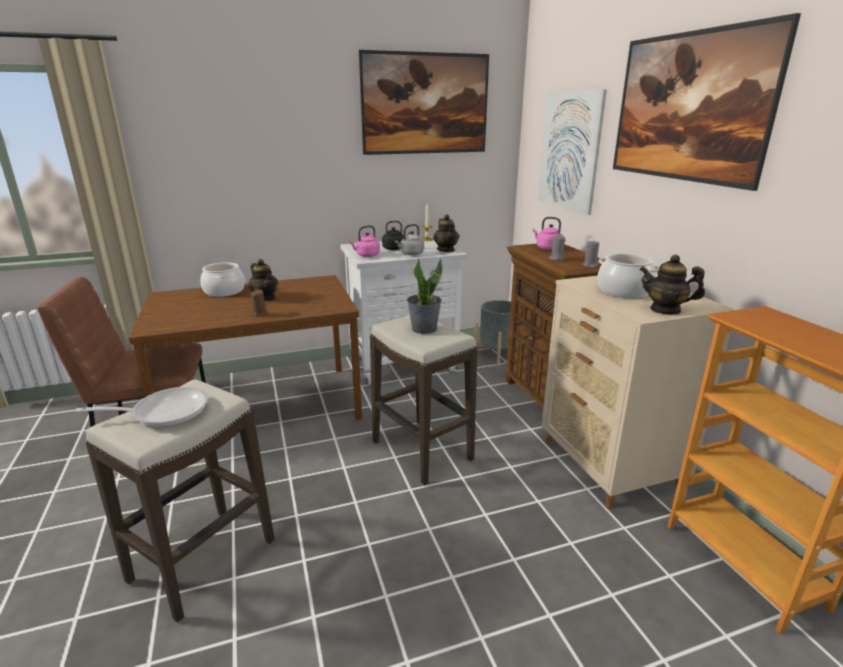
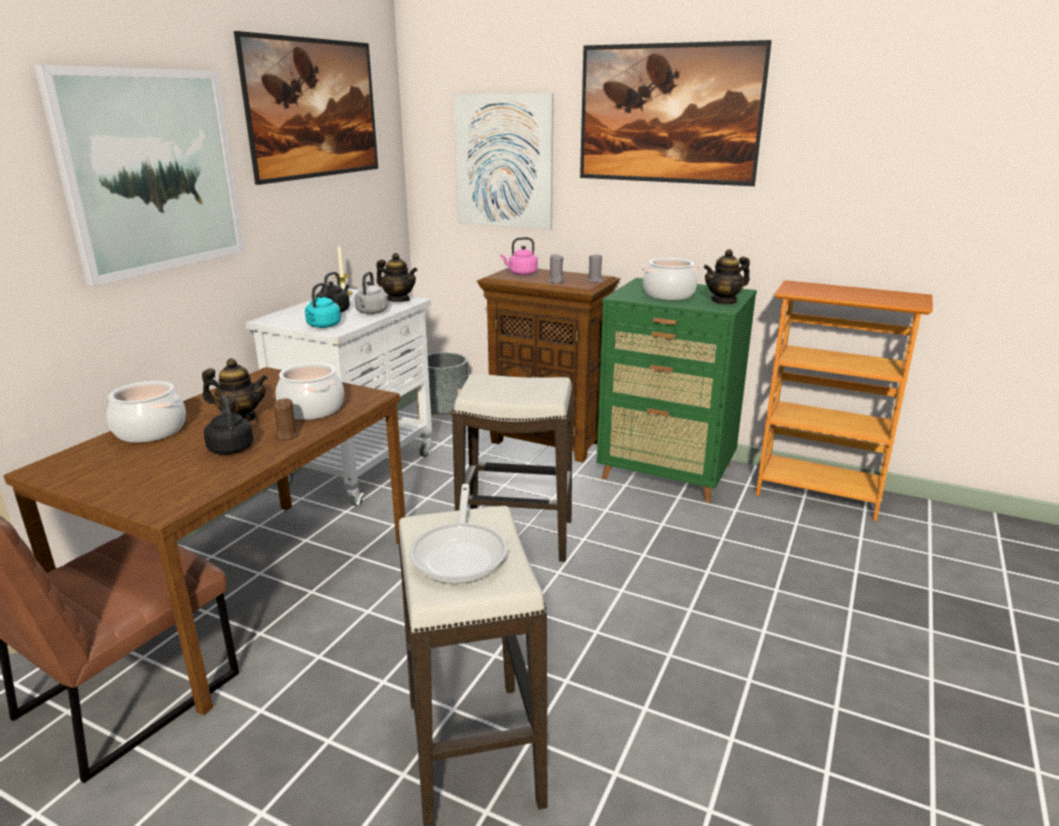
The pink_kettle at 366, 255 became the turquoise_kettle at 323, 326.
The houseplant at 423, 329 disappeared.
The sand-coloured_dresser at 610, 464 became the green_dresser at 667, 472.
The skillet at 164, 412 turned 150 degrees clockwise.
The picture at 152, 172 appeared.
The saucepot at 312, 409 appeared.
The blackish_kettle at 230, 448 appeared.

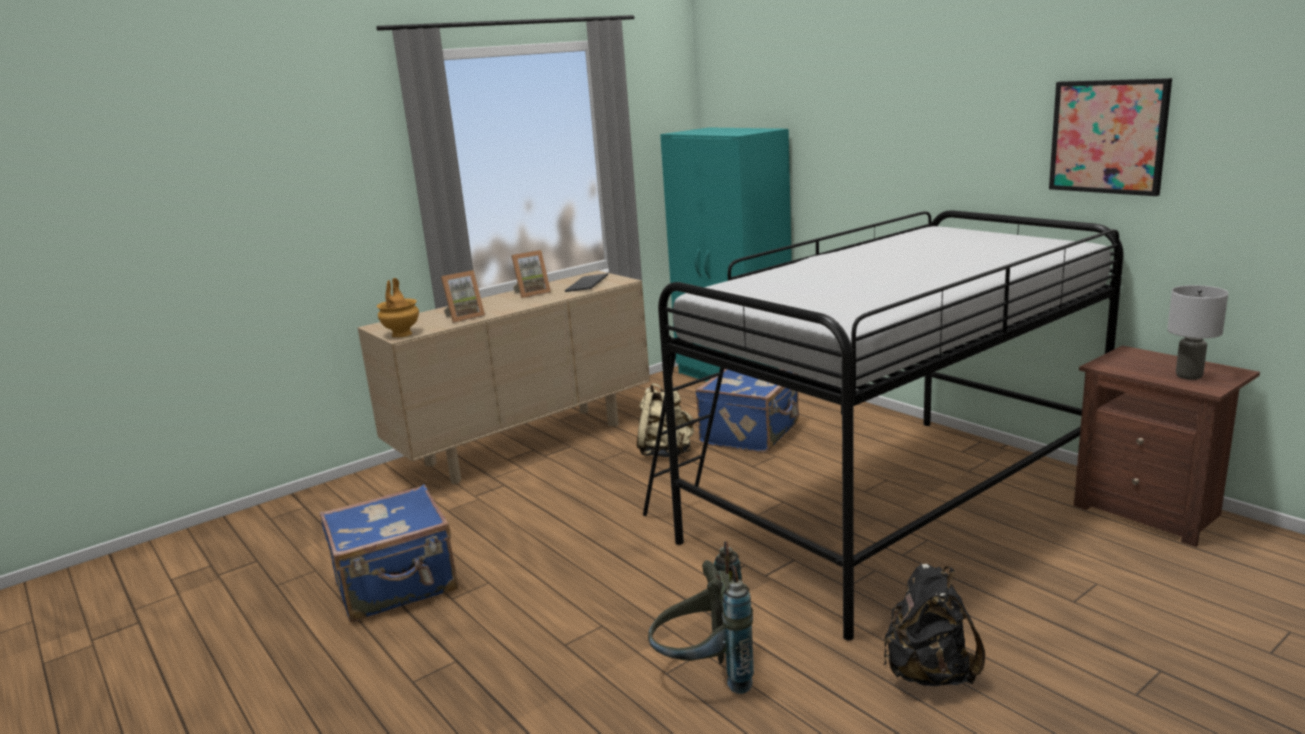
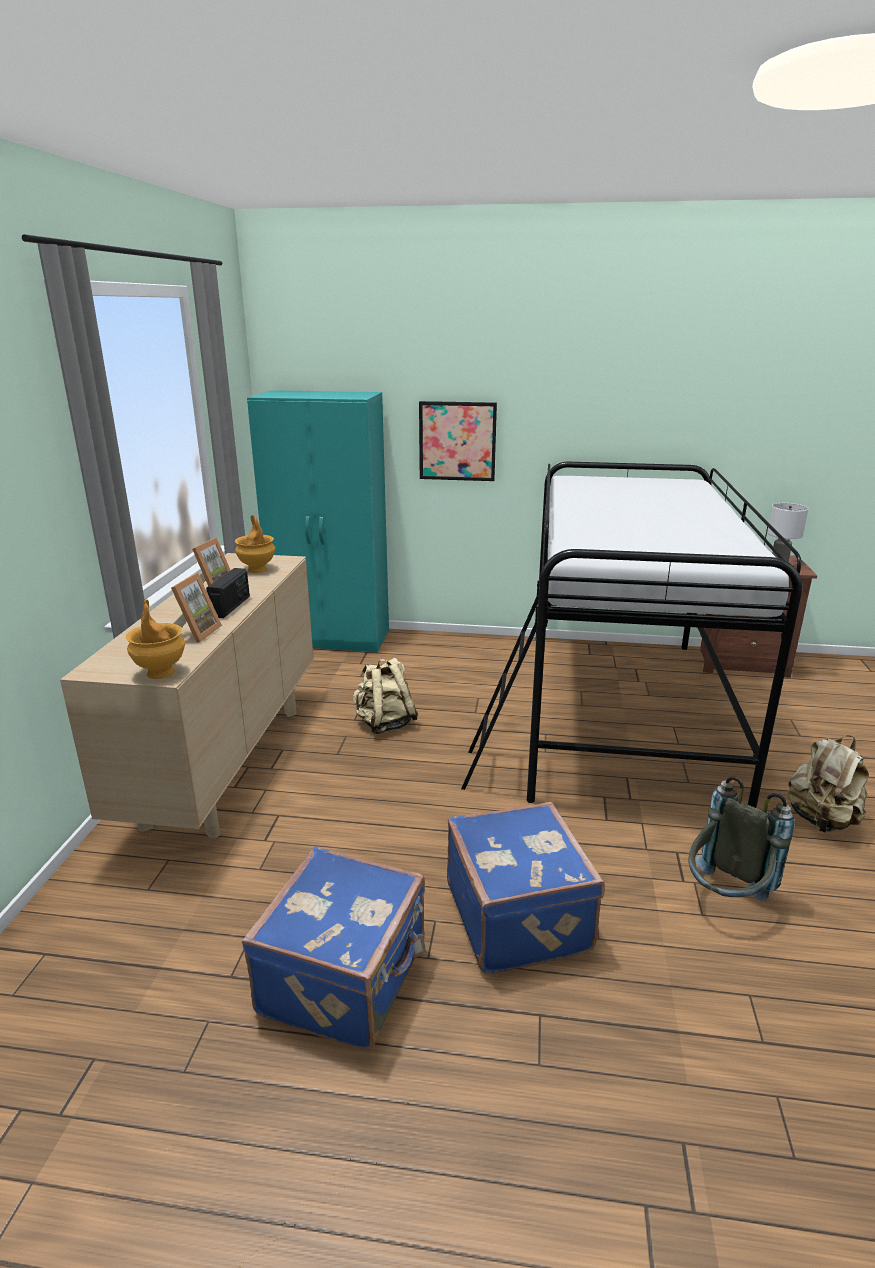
The picture moved from 1108, 136 to 457, 441.
The PC_keyboard at 588, 284 was replaced by the brownish_flower_vase at 257, 569.
The blue-coloured_piece_of_luggage moved from 751, 434 to 519, 916.
The blackish_rucksack at 929, 673 became the sand-coloured_rucksack at 821, 820.
The radio_receiver at 231, 607 appeared.

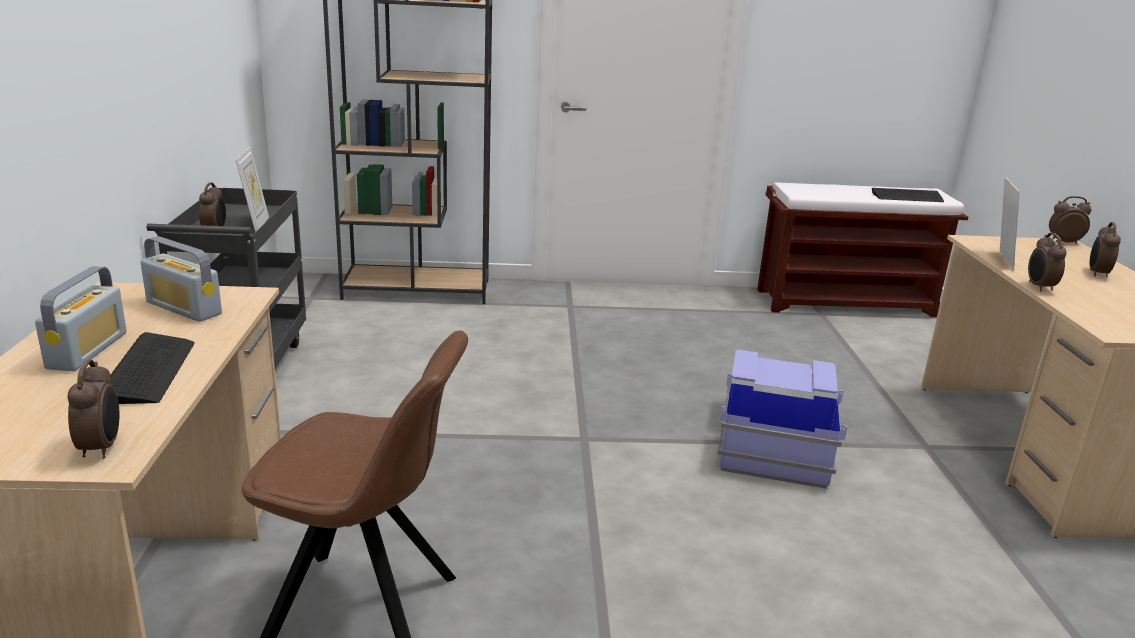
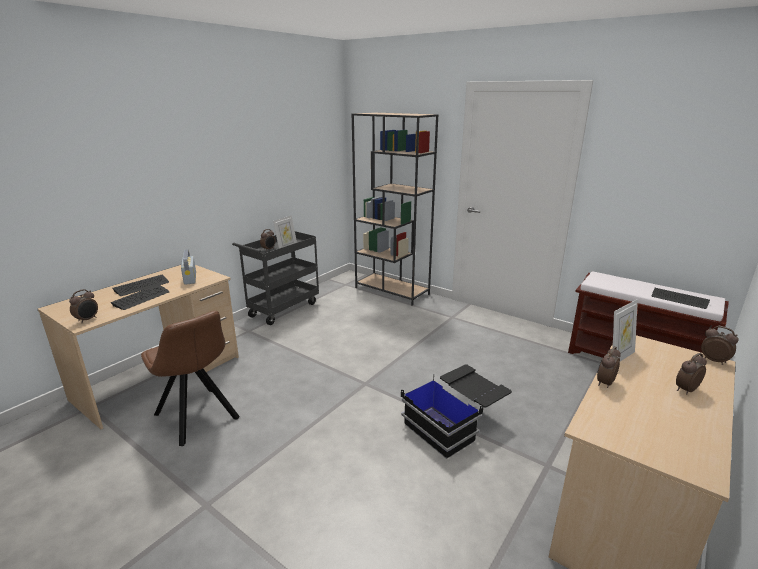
The radio_receiver at 88, 350 was replaced by the PC_keyboard at 142, 286.
The blue-coloured_storage_box at 775, 442 became the blackish_storage_box at 455, 423.

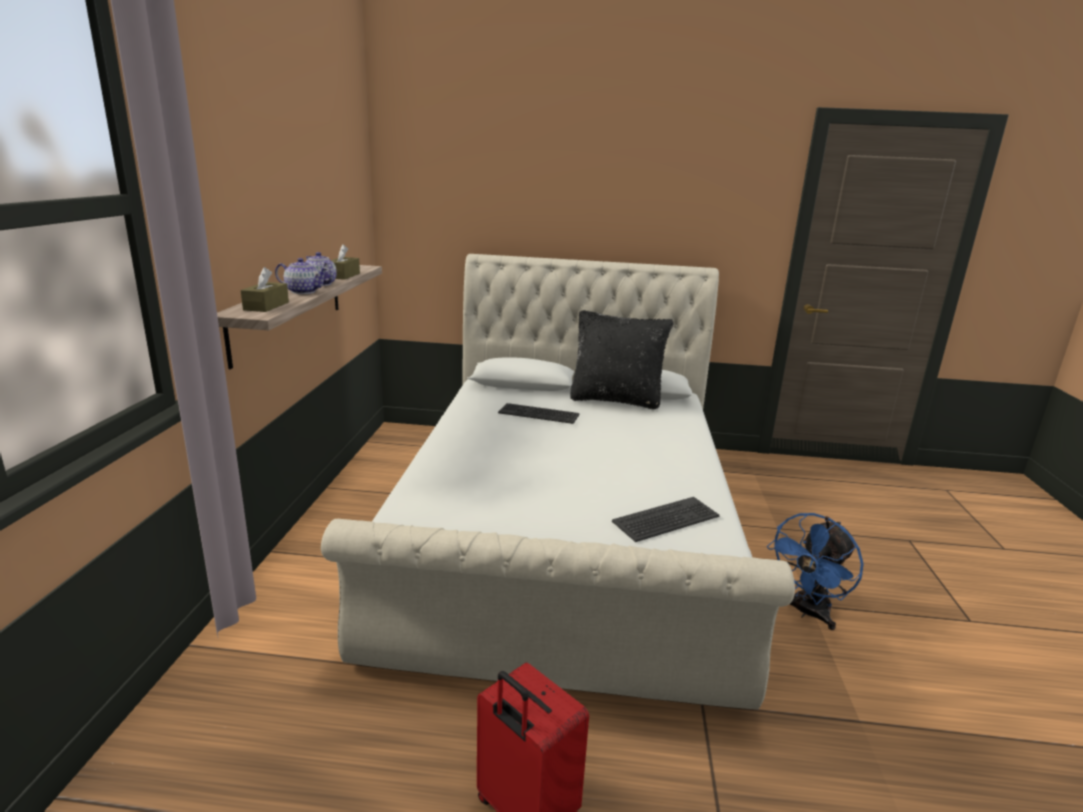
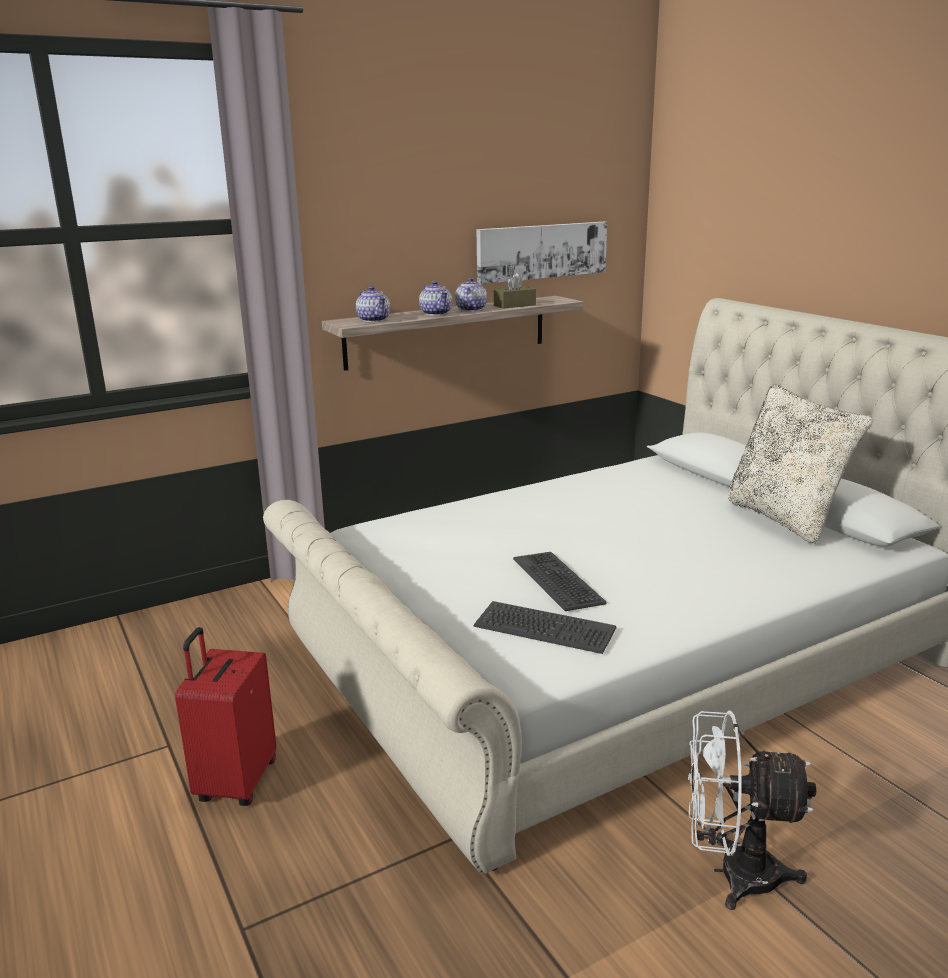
The brownish_tissue_box at 266, 306 was replaced by the teapot at 374, 320.
The blackish_cushion at 616, 402 became the sand-coloured_cushion at 784, 521.
The PC_keyboard moved from 539, 414 to 558, 581.
The blue-coloured_cooling_fan at 806, 613 became the whitish_cooling_fan at 732, 873.
The picture at 542, 251 appeared.

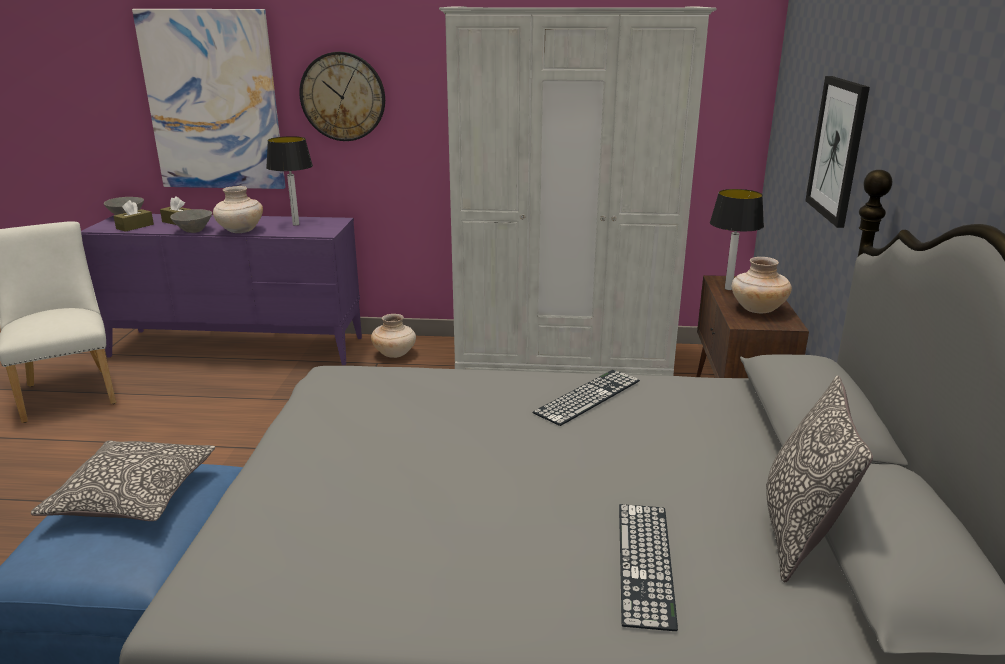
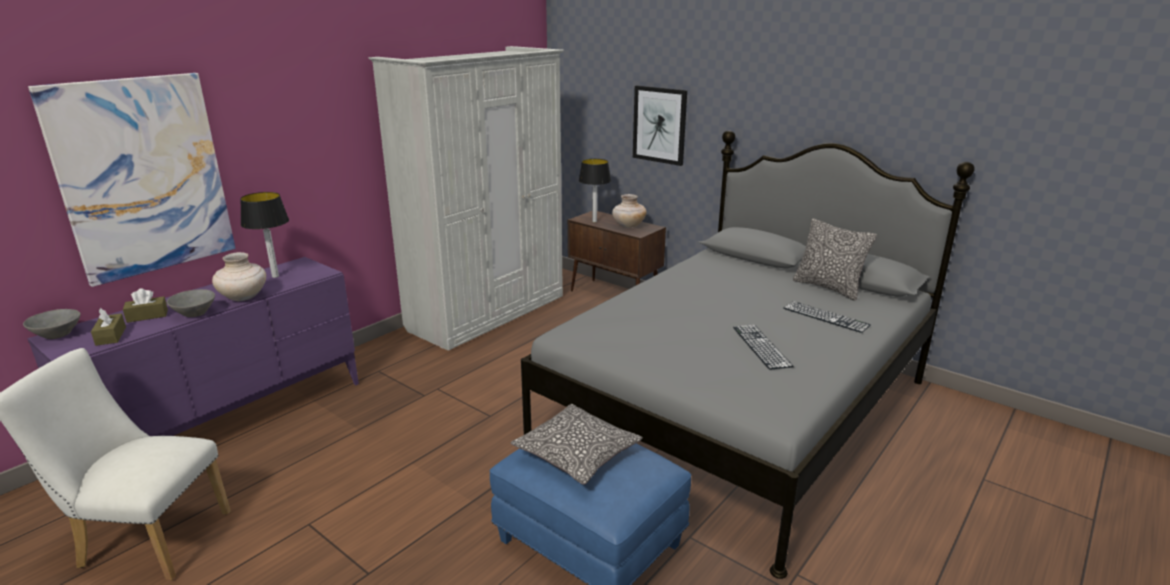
The hanging_clock at 343, 97 disappeared.
The sand-coloured_flower_vase at 395, 354 disappeared.
The PC_keyboard moved from 588, 396 to 761, 346.

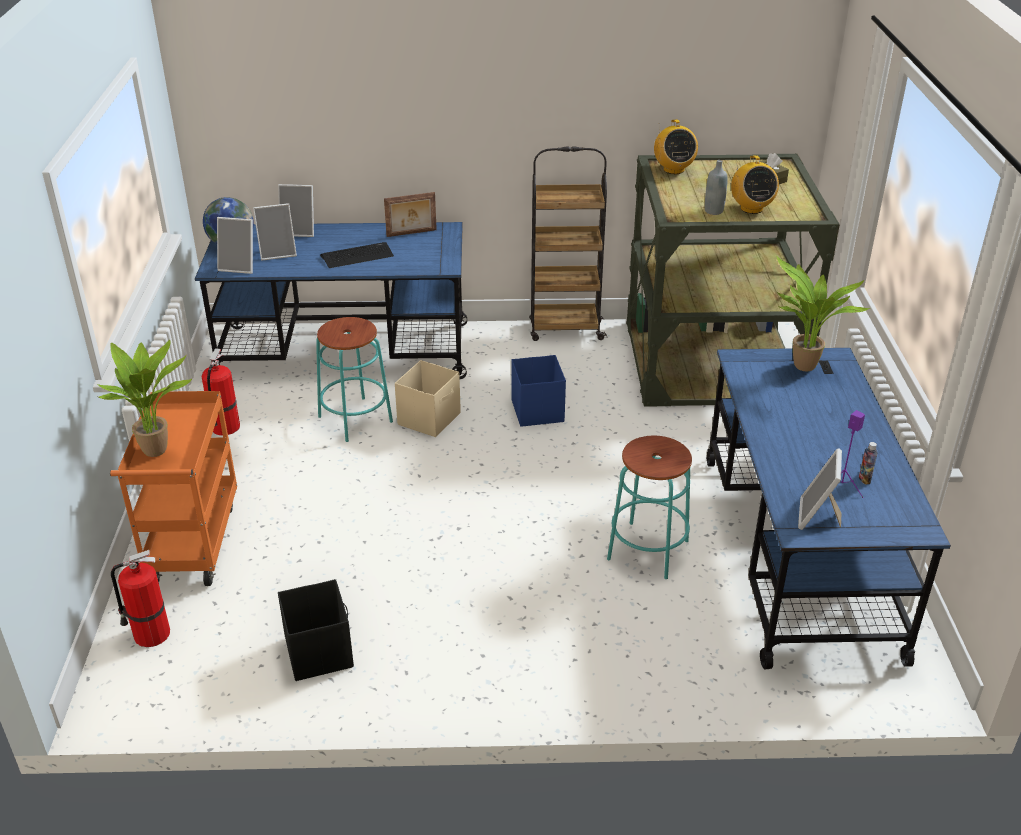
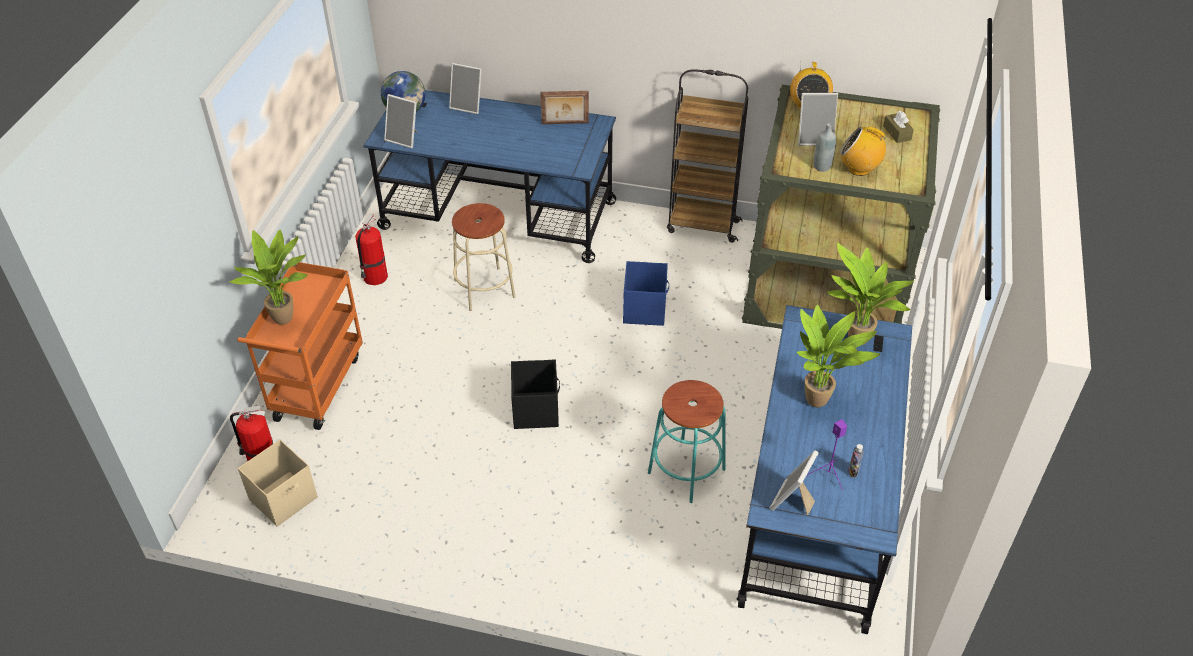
The radio_receiver at 751, 208 turned 105 degrees clockwise.
The standing_frame moved from 278, 253 to 814, 138.
The PC_keyboard at 357, 256 disappeared.
The turquoise_sitting_stool at 355, 419 became the sand-coloured_sitting_stool at 484, 289.
The sand-coloured_storage_box moved from 430, 418 to 284, 498.
The blackish_storage_box moved from 319, 651 to 536, 410.
The houseplant at 820, 400 appeared.

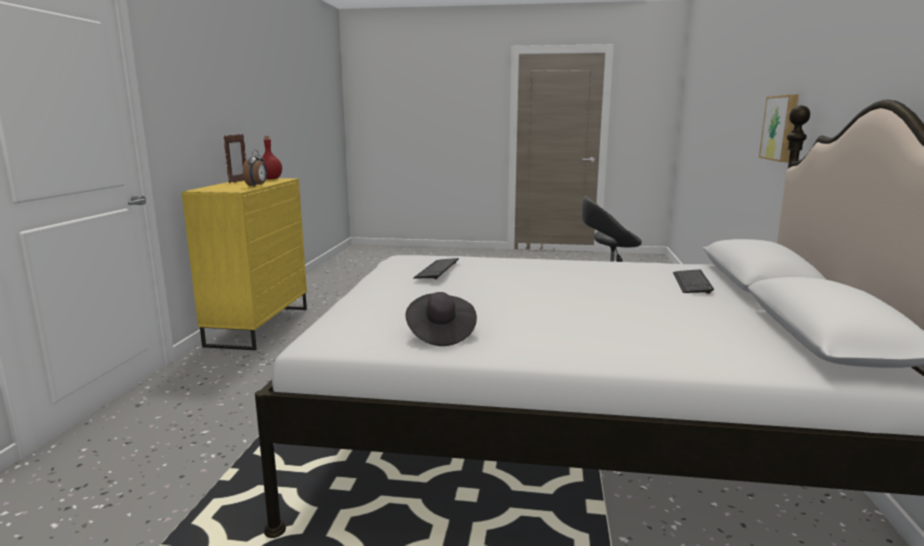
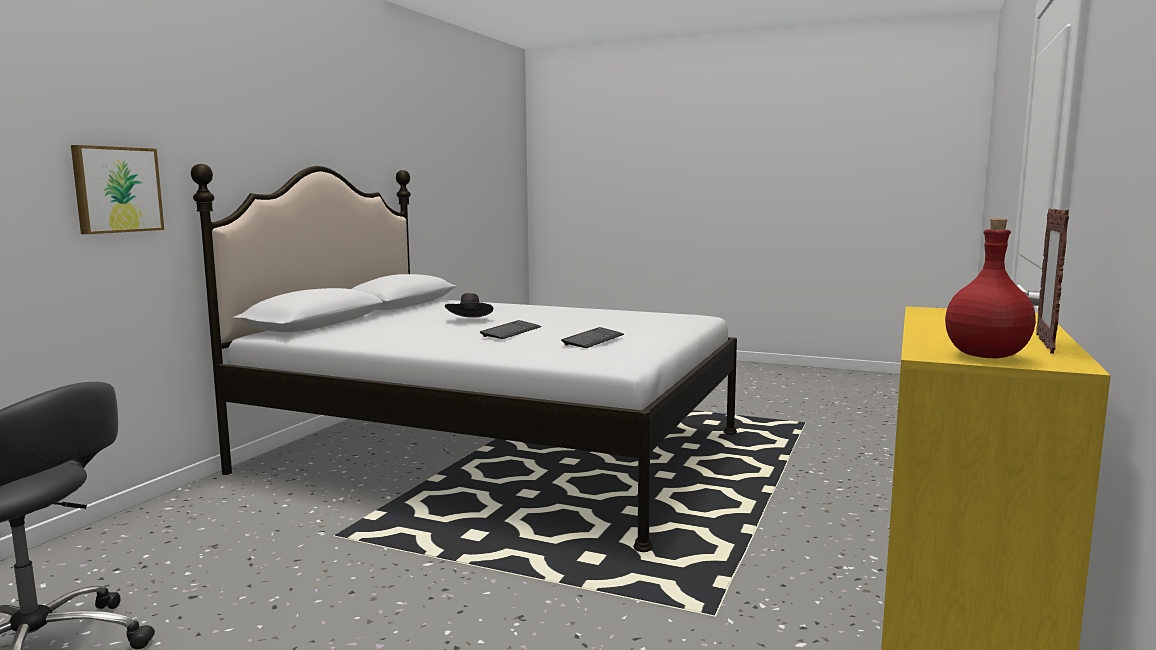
The alarm_clock at 257, 186 disappeared.
The PC_keyboard moved from 692, 283 to 511, 331.
The blackish_clothing_hat moved from 440, 334 to 470, 321.

